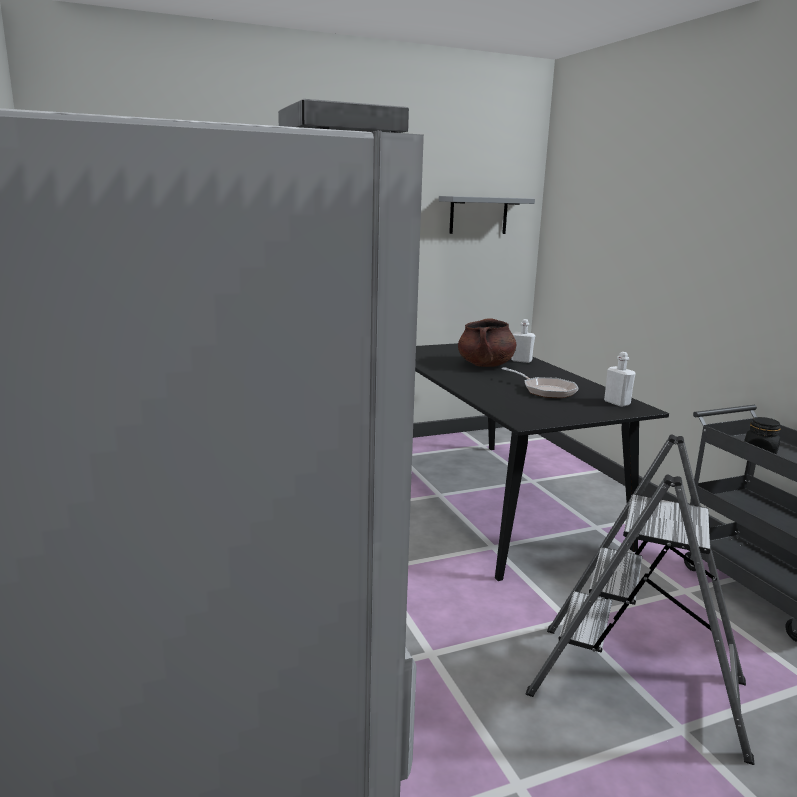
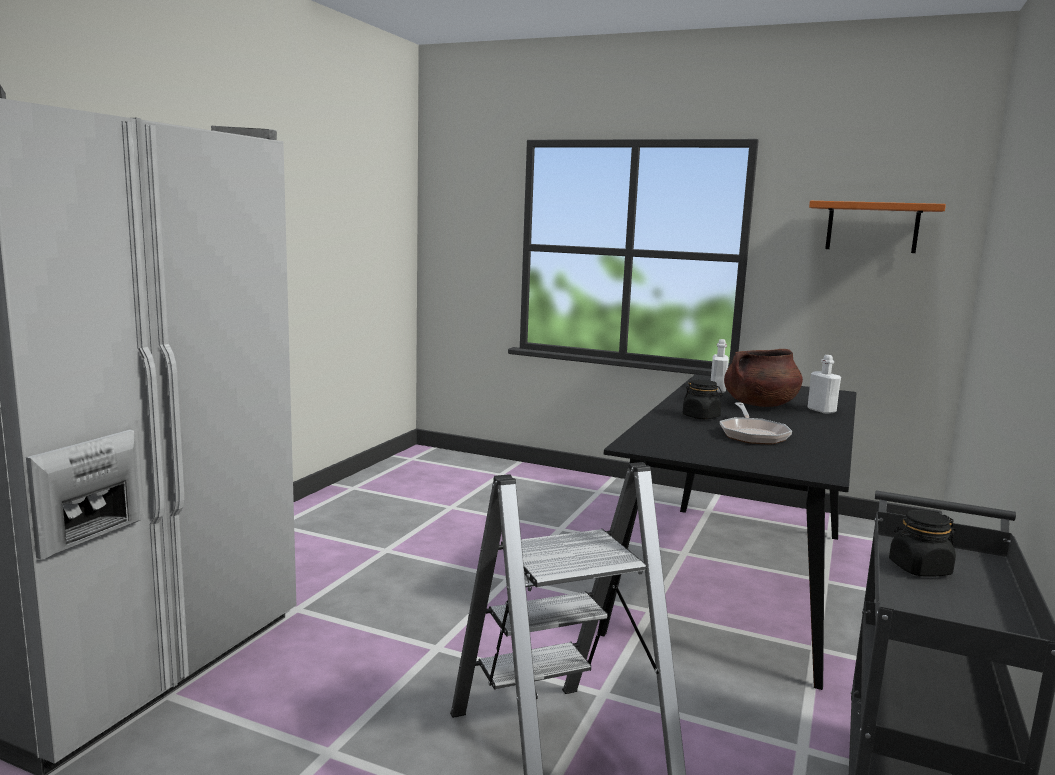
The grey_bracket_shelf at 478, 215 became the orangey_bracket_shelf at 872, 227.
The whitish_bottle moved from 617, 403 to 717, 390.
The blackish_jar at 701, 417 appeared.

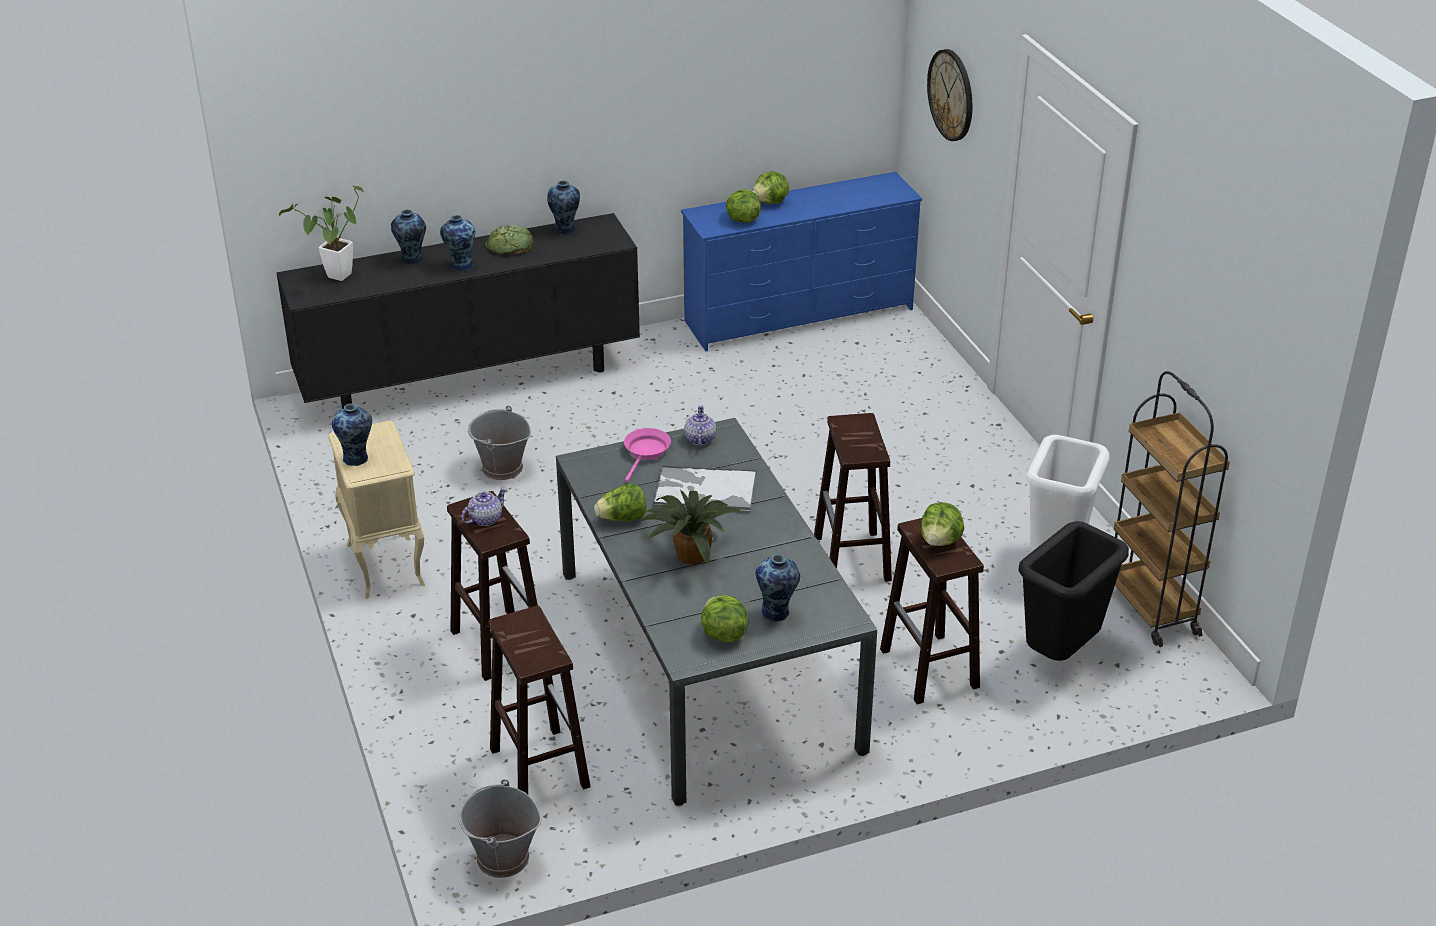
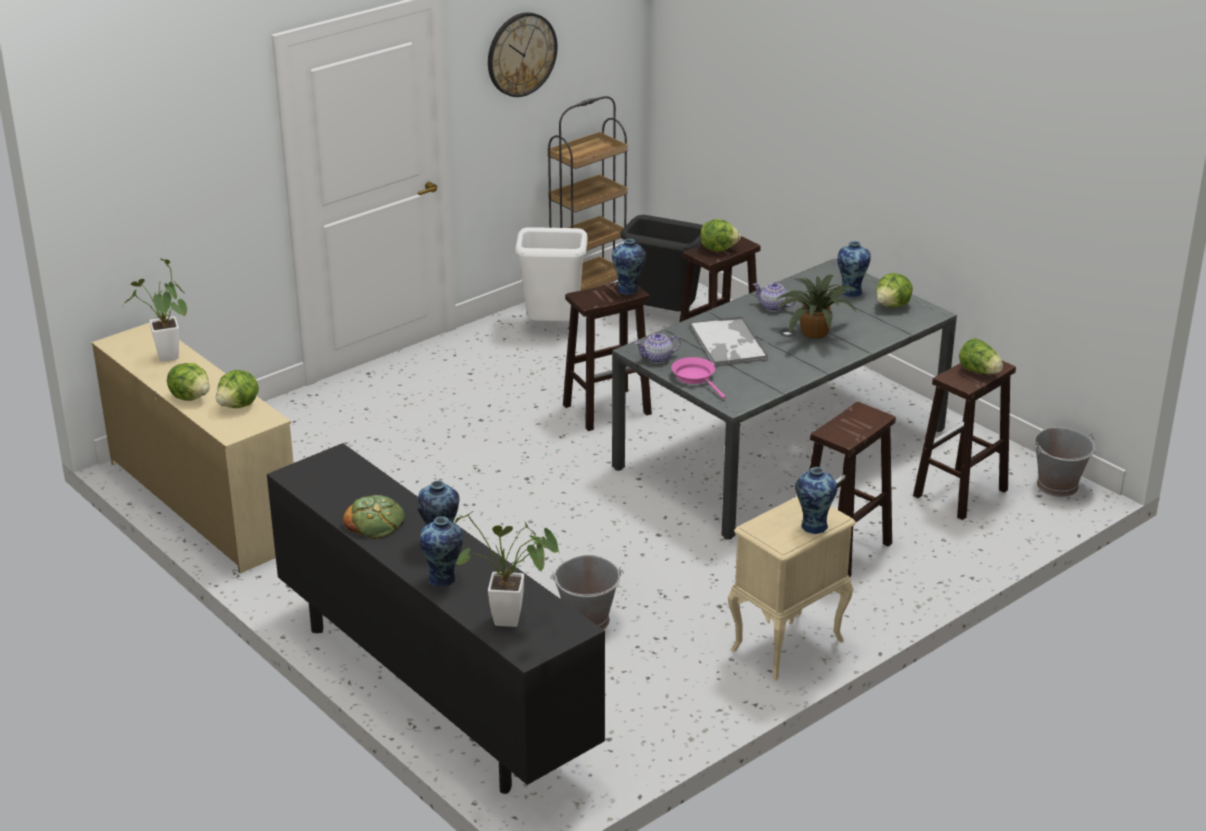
The hanging_clock moved from 951, 95 to 521, 54.
The blue-coloured_dresser at 799, 316 became the sand-coloured_dresser at 205, 503.
The flower_vase moved from 565, 230 to 628, 289.
The pink_skillet at 646, 452 turned 60 degrees clockwise.
The lettuce_head moved from 622, 518 to 979, 371.
The teapot moved from 485, 519 to 773, 307.
The houseplant at 168, 359 appeared.

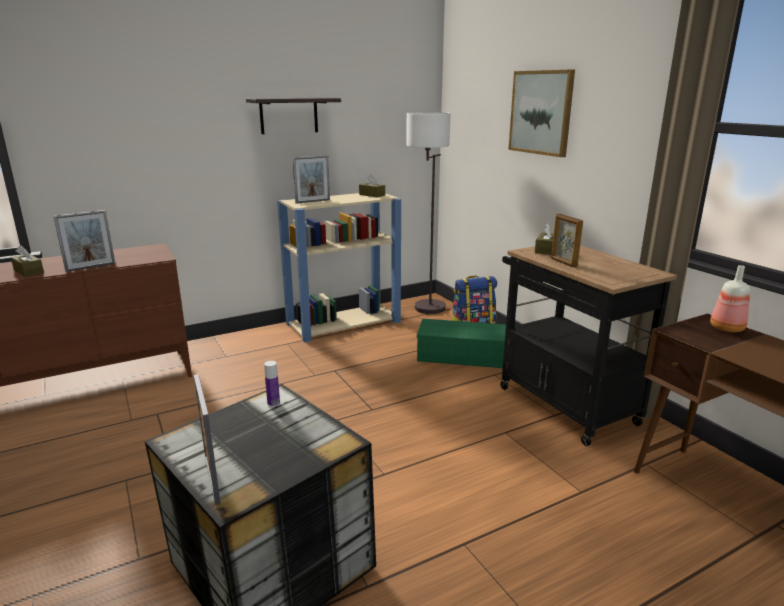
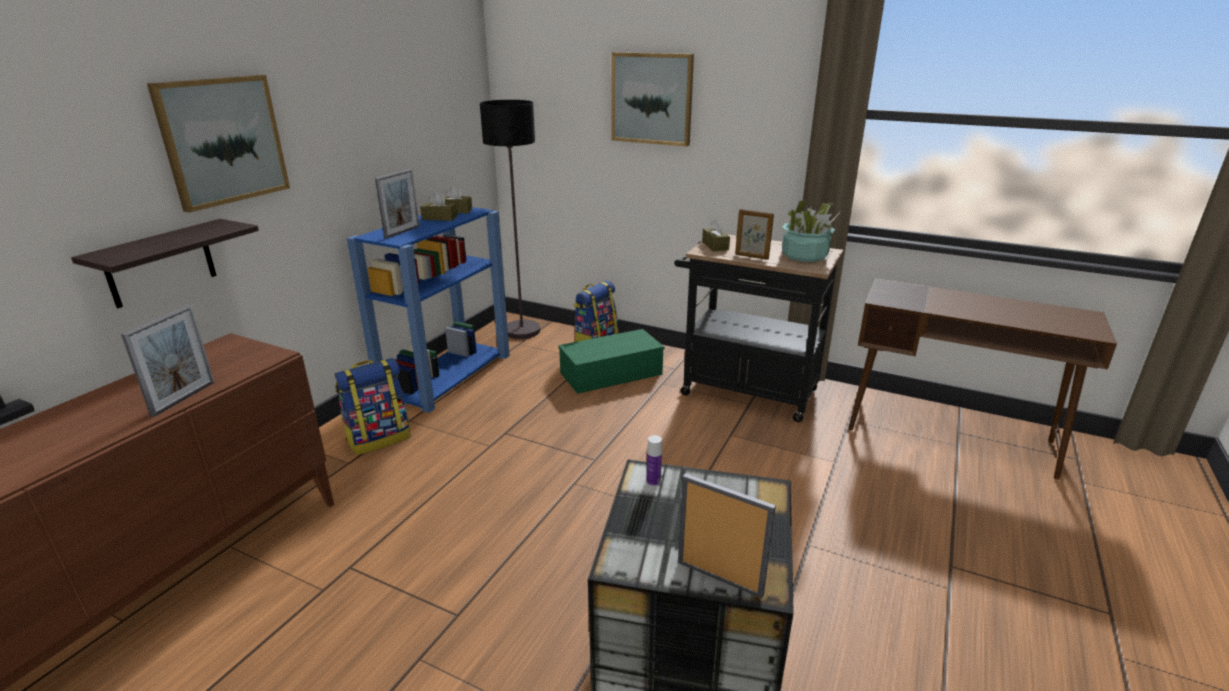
The bracket_shelf moved from 289, 115 to 160, 263.
The whitish_standard_lamp at 426, 311 became the blackish_standard_lamp at 522, 336.
The sand-coloured_bookcase at 344, 323 became the blue-coloured_bookcase at 447, 375.
The brownish_tissue_box moved from 28, 271 to 439, 218.
The bottle at 725, 328 disappeared.
The picture at 222, 140 appeared.
The houseplant at 804, 255 appeared.
The rucksack at 379, 438 appeared.

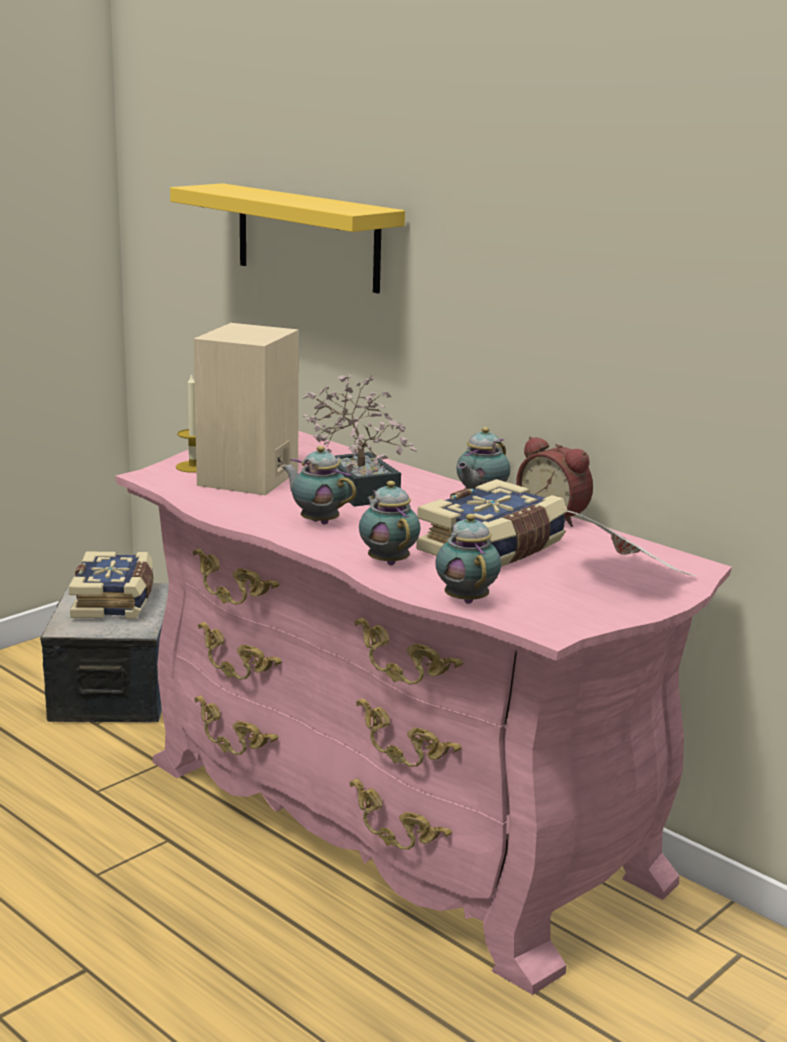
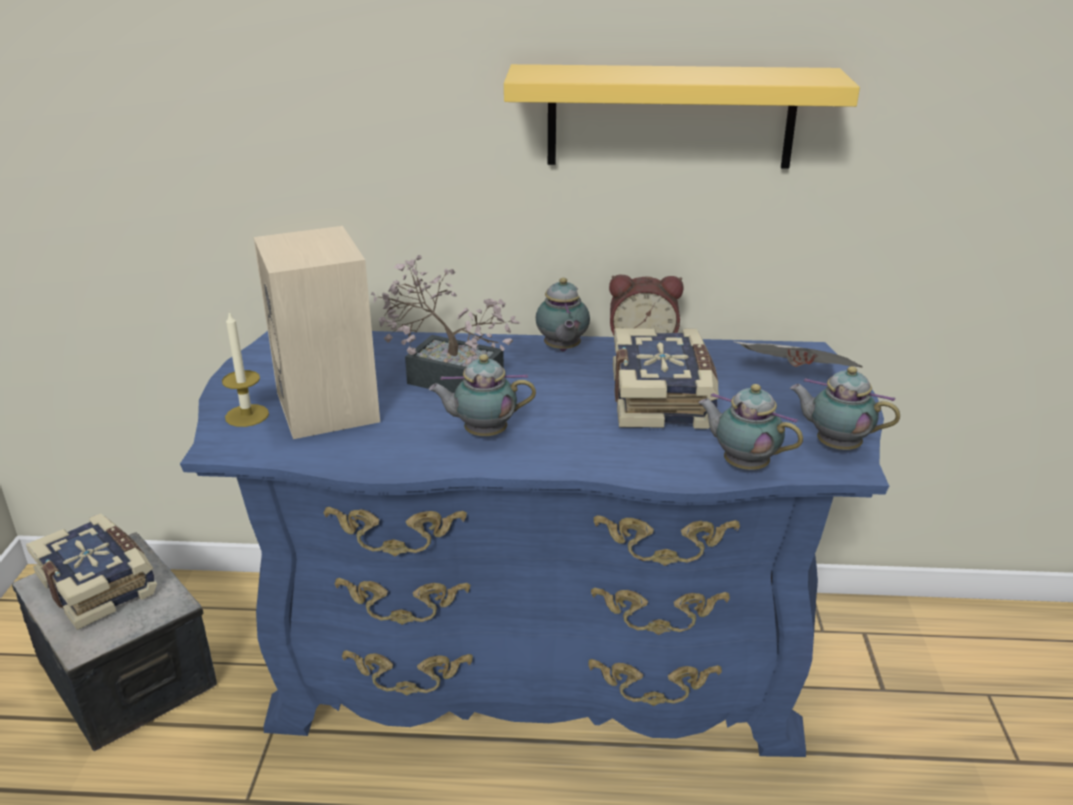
The yellowish_bracket_shelf moved from 307, 237 to 670, 117.
The pink_dresser at 389, 824 became the blue-coloured_dresser at 537, 669.
The teapot moved from 388, 561 to 834, 445.

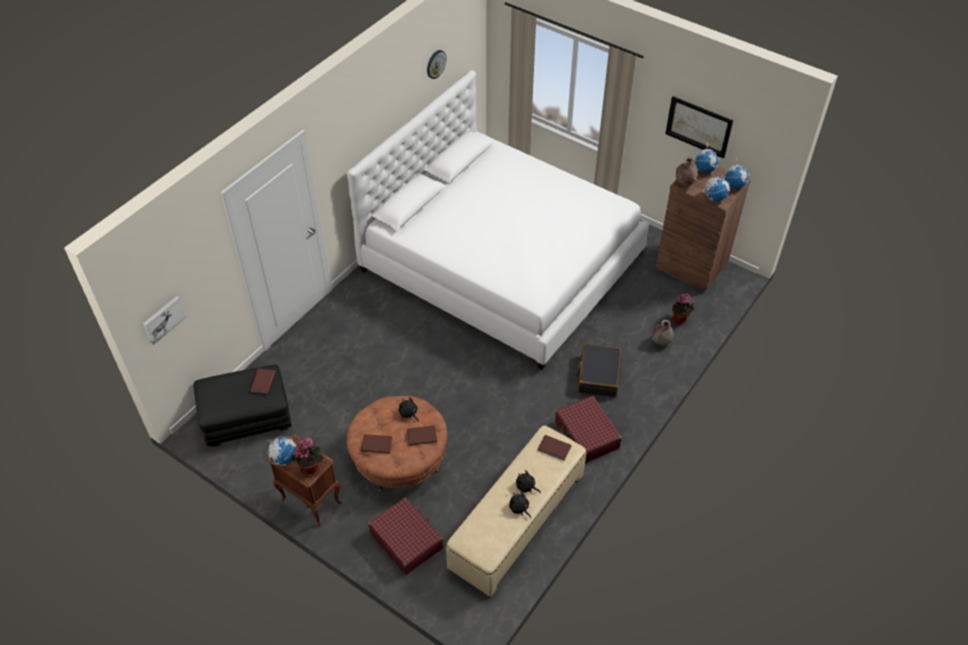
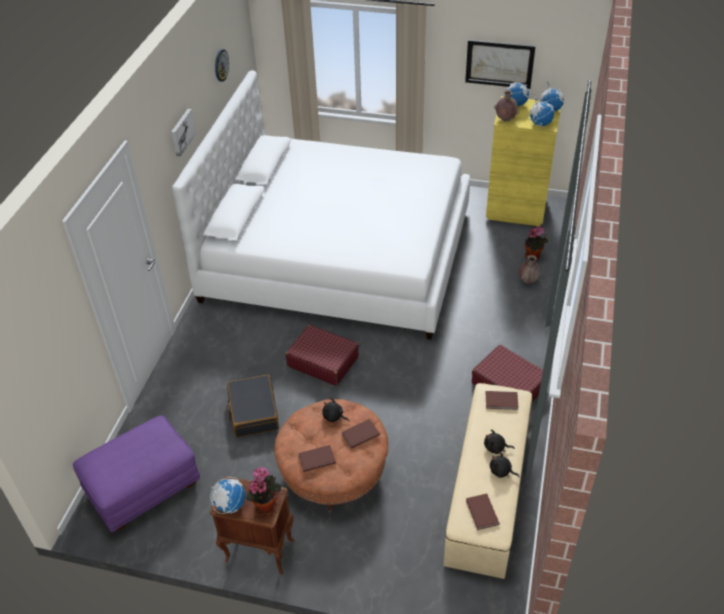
The brownish_dresser at 692, 266 became the yellowish_dresser at 517, 209.
The picture moved from 163, 319 to 181, 132.
The blackish_piece_of_luggage moved from 598, 375 to 253, 412.
The blackish_ottoman at 247, 419 became the purple-coloured_ottoman at 143, 489.
The brownish_book moved from 262, 382 to 481, 513.
The reddish_piece_of_luggage moved from 406, 540 to 323, 361.

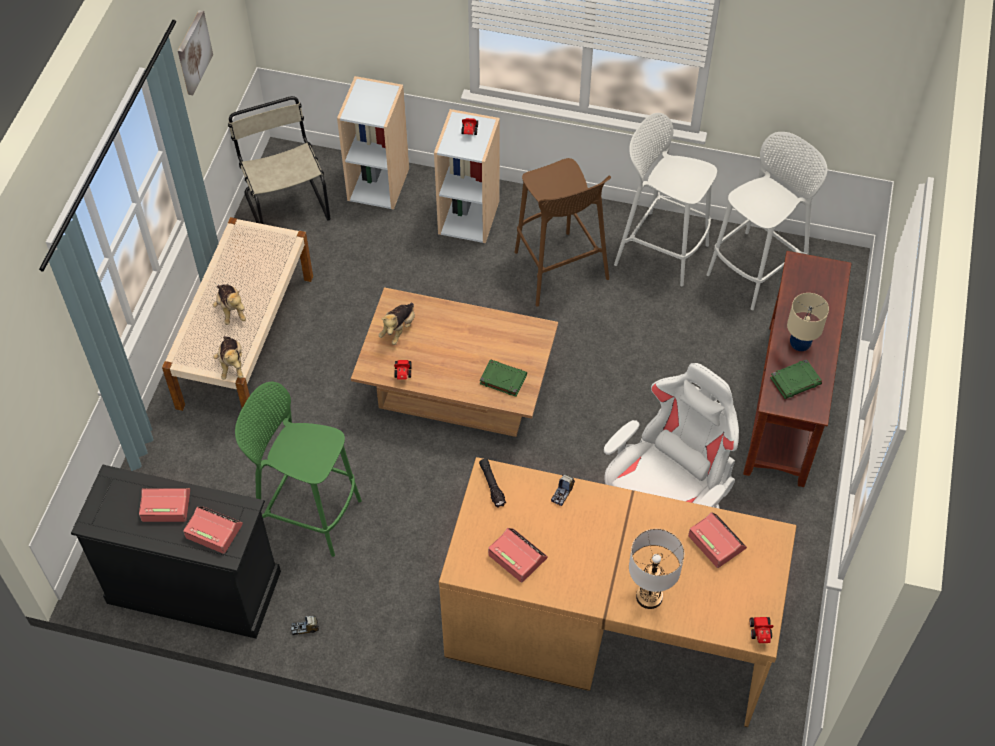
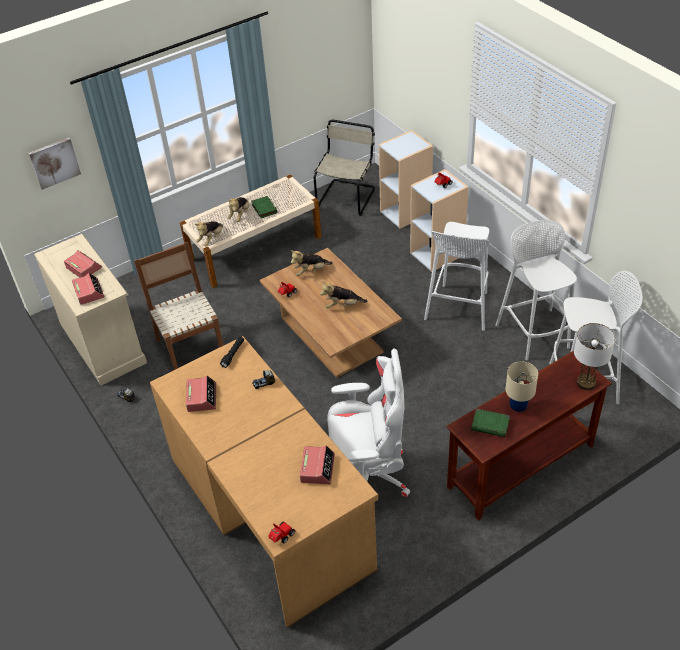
The picture moved from 193, 52 to 54, 162.
The brownish_sitting_stool at 558, 269 became the whitish_sitting_stool at 458, 308.
The green_book moved from 502, 379 to 264, 208.
The green_sitting_stool at 308, 514 was replaced by the upright_chair at 190, 345.
The blackish_dresser at 194, 586 became the sand-coloured_dresser at 103, 343.
The table_lamp moved from 649, 597 to 585, 383.
The cuddly_toy at 343, 305 appeared.

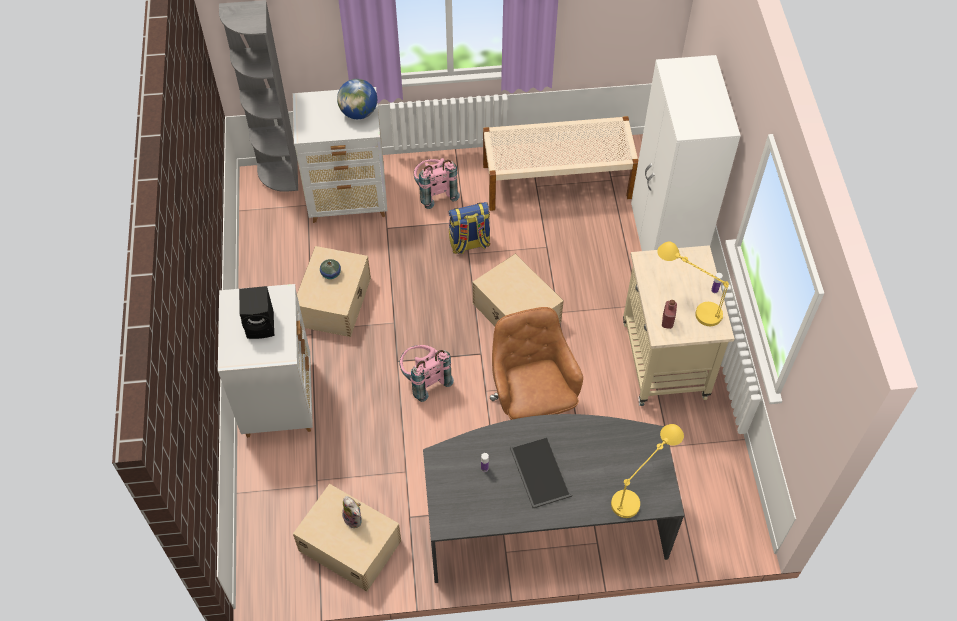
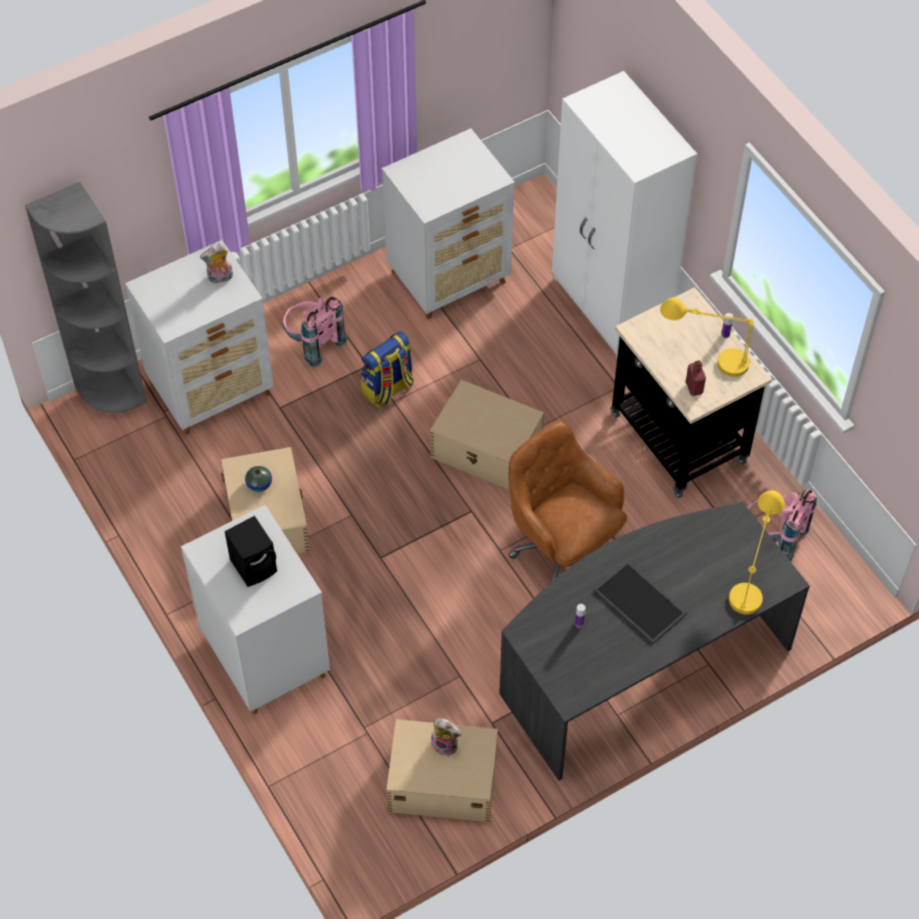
The world_globe at 359, 112 was replaced by the cuddly_toy at 220, 278.
The sand-coloured_long_seat at 557, 180 was replaced by the whitish_dresser at 449, 276.
The sand-coloured_wheeled_cart at 664, 362 became the blackish_wheeled_cart at 679, 439.
The pink_rucksack moved from 424, 380 to 773, 538.

